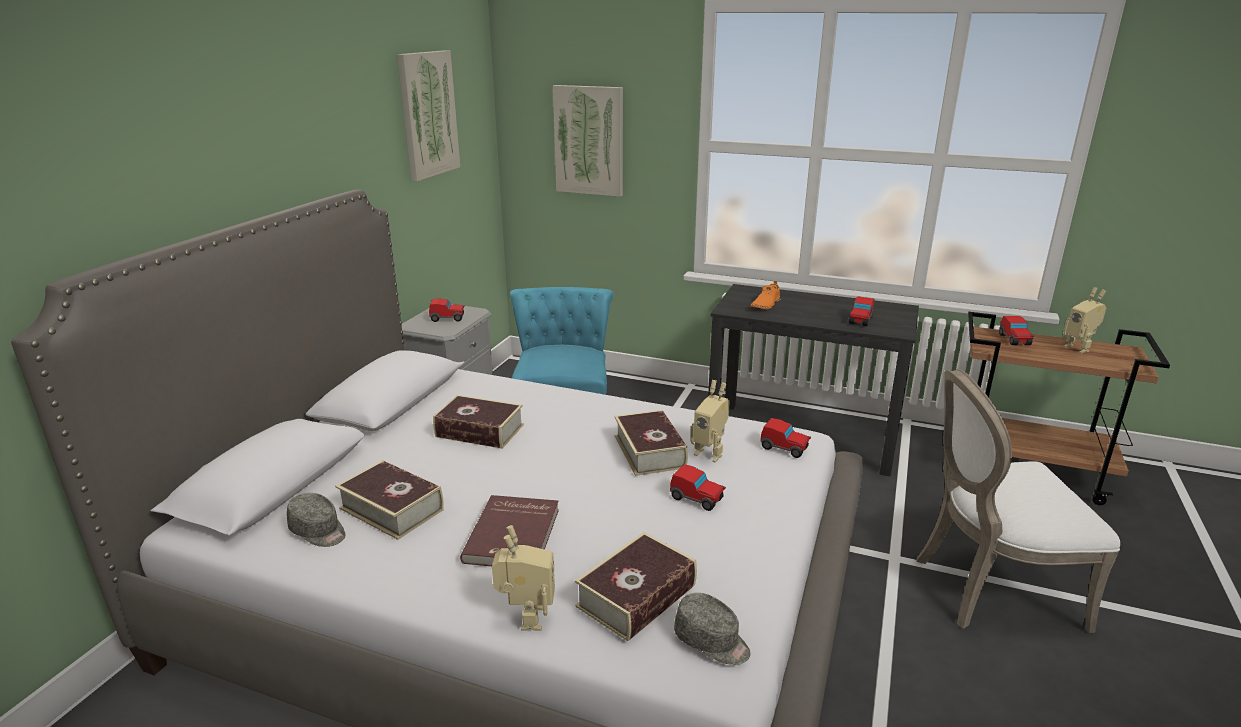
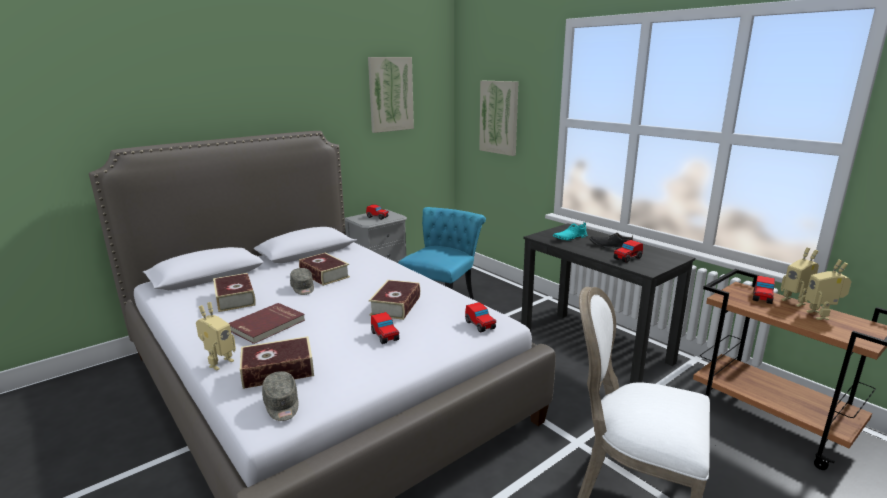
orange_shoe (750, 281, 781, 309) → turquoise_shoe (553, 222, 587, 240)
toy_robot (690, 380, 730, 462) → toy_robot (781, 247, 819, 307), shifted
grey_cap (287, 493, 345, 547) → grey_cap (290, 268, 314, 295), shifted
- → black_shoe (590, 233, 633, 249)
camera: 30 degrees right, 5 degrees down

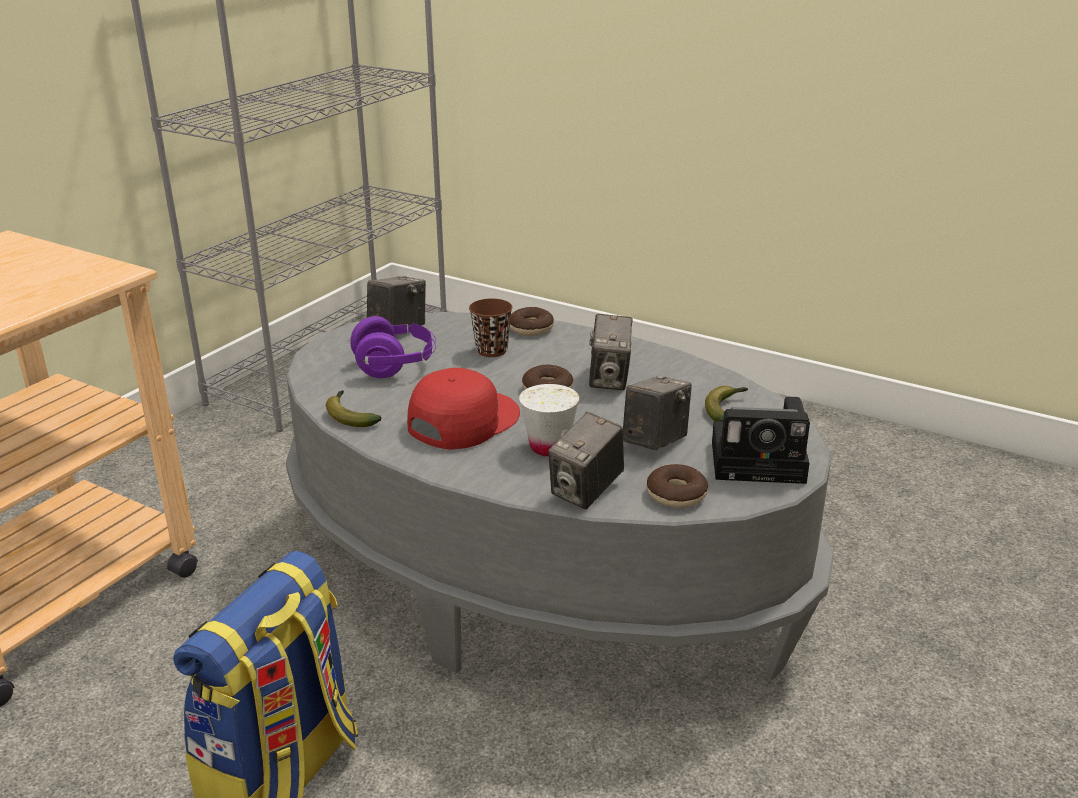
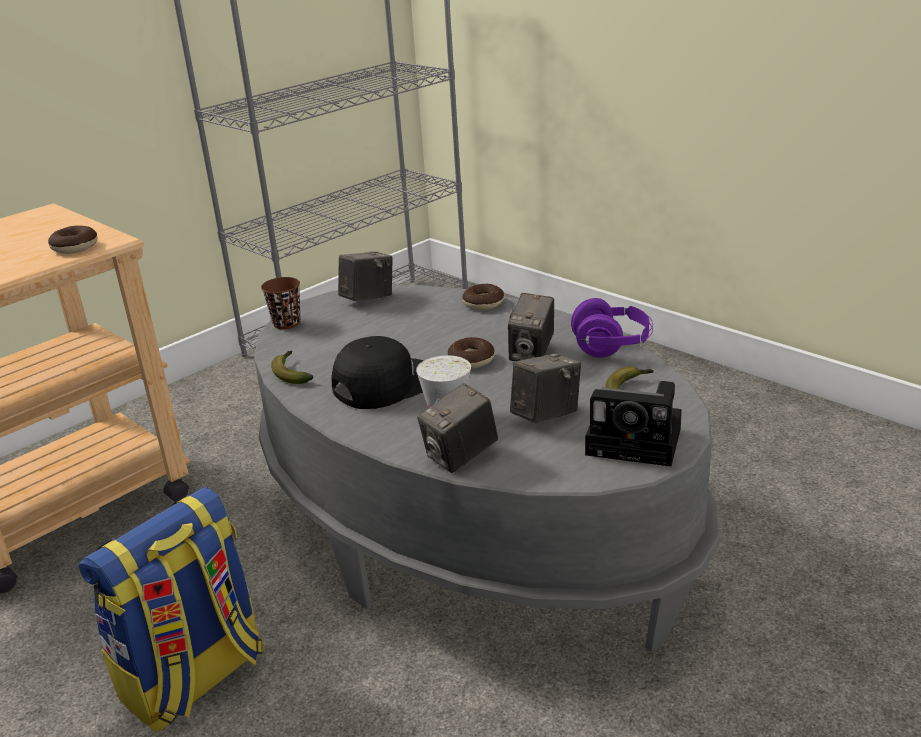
brown_cup (469, 299, 512, 357) → brown_cup (261, 277, 301, 329), shifted
purple_headphones (351, 316, 436, 378) → purple_headphones (571, 298, 653, 358), shifted
red_cap (407, 368, 520, 450) → black_cap (332, 336, 424, 409)
donut (647, 464, 708, 508) → donut (48, 225, 97, 254), shifted
camera: 15 degrees right, 0 degrees up

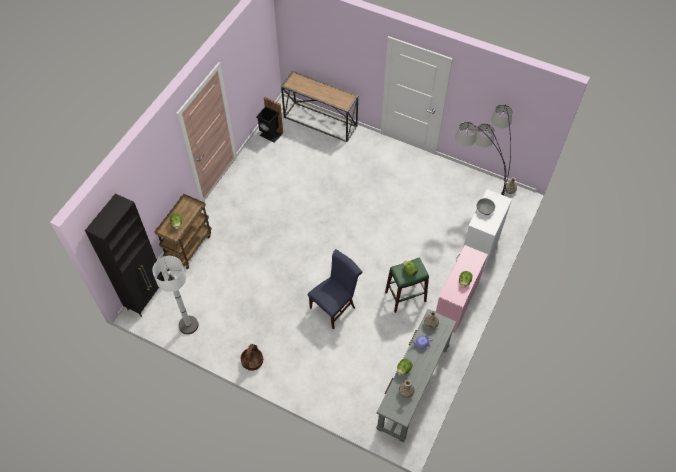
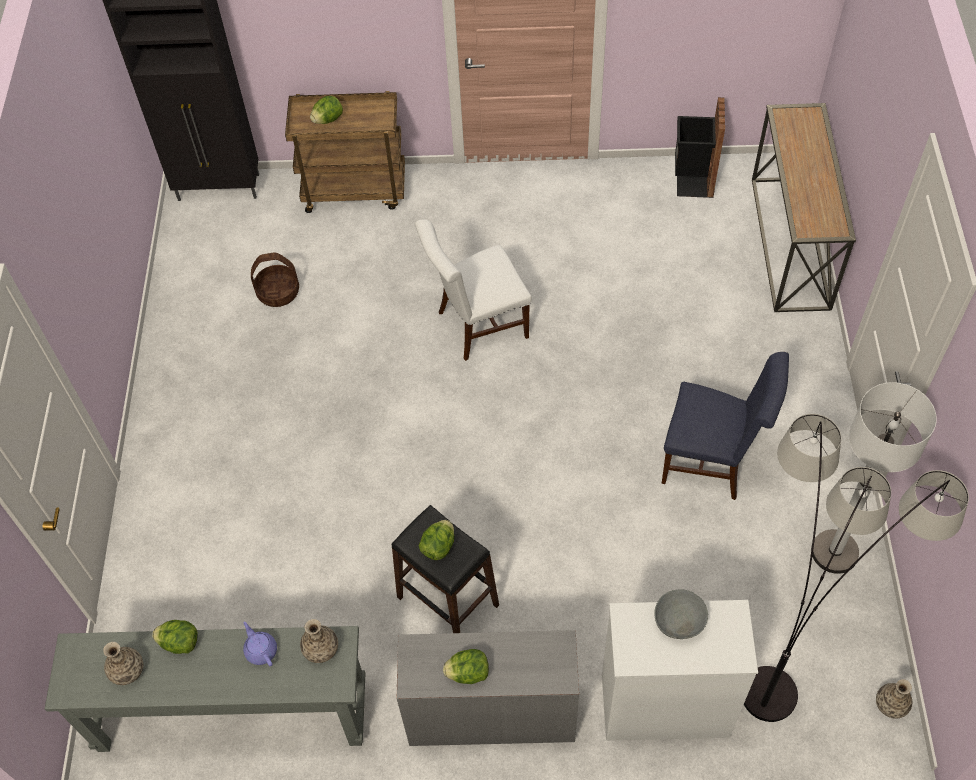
pink_desk (436, 245, 488, 333) → grey_desk (397, 630, 579, 746)
blue_chair (308, 249, 363, 329) → blue_chair (662, 352, 789, 500), shifted
white_floor_lamp (152, 256, 199, 334) → white_floor_lamp (811, 382, 937, 574), shifted
green_stool (385, 257, 429, 313) → black_stool (391, 505, 499, 633)
basket (241, 344, 263, 371) → basket (251, 253, 299, 307), shifted
- → white_chair (415, 219, 532, 361)
camera: 65 degrees right, 0 degrees up

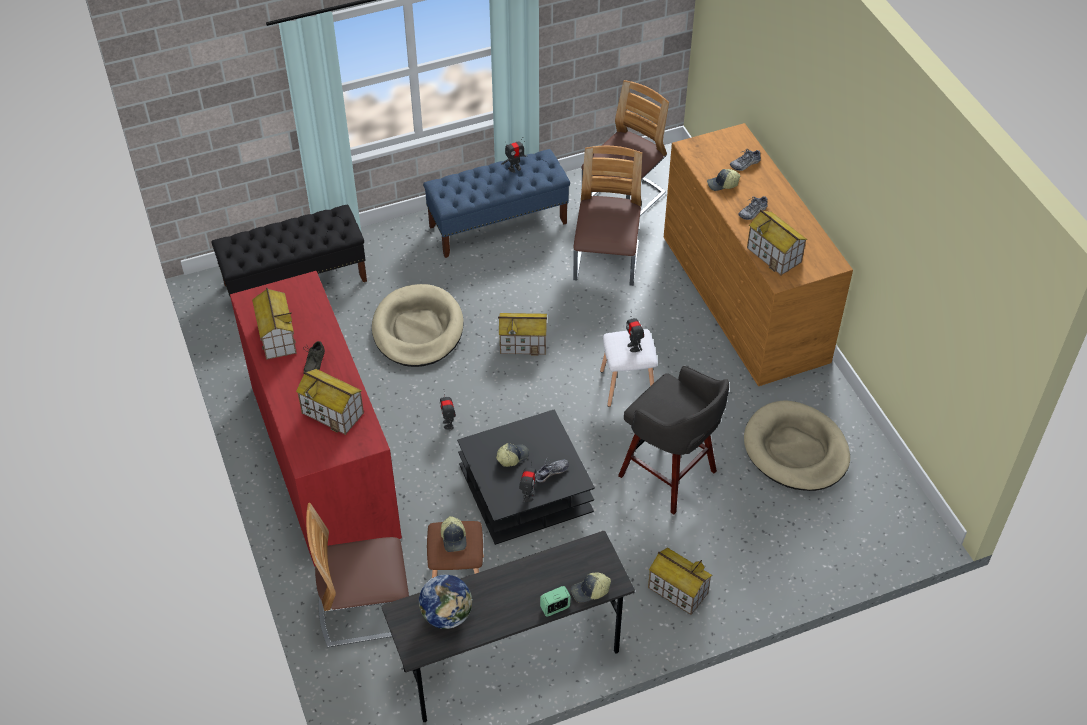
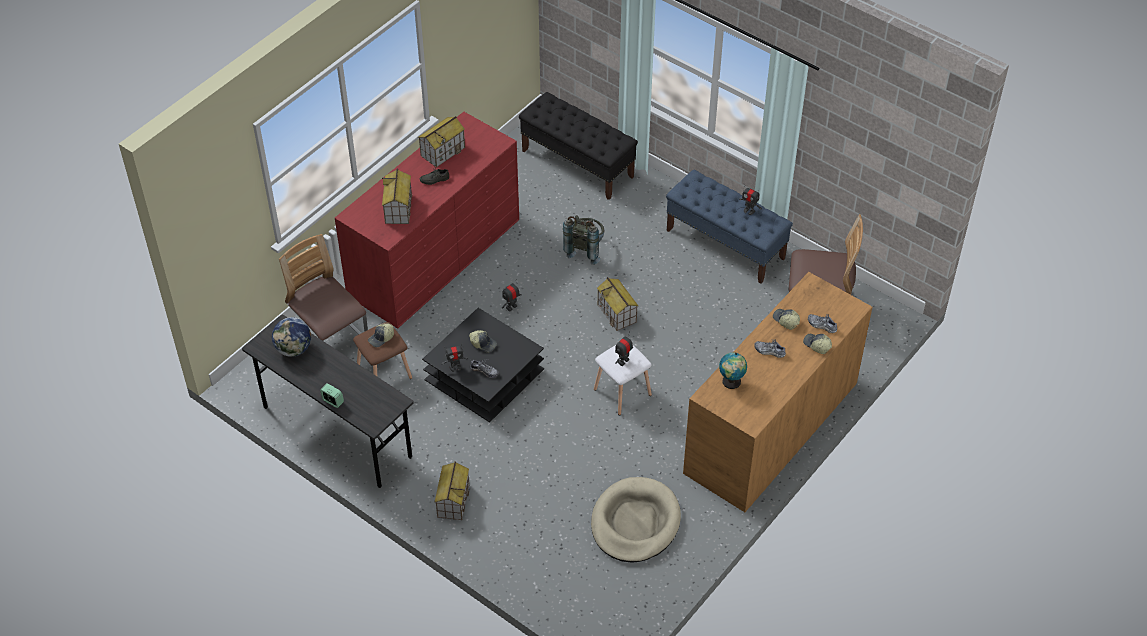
chair (573, 146, 642, 286) → -
toy_house (747, 210, 807, 275) → globe (719, 352, 747, 389)
beige_dog_bed (372, 284, 463, 367) → grey_backpack (563, 215, 604, 265)
grey_stool (618, 366, 729, 514) → -
cap (571, 572, 611, 603) → cap (803, 334, 832, 354), shifted
camera: 60 degrees right, 0 degrees up

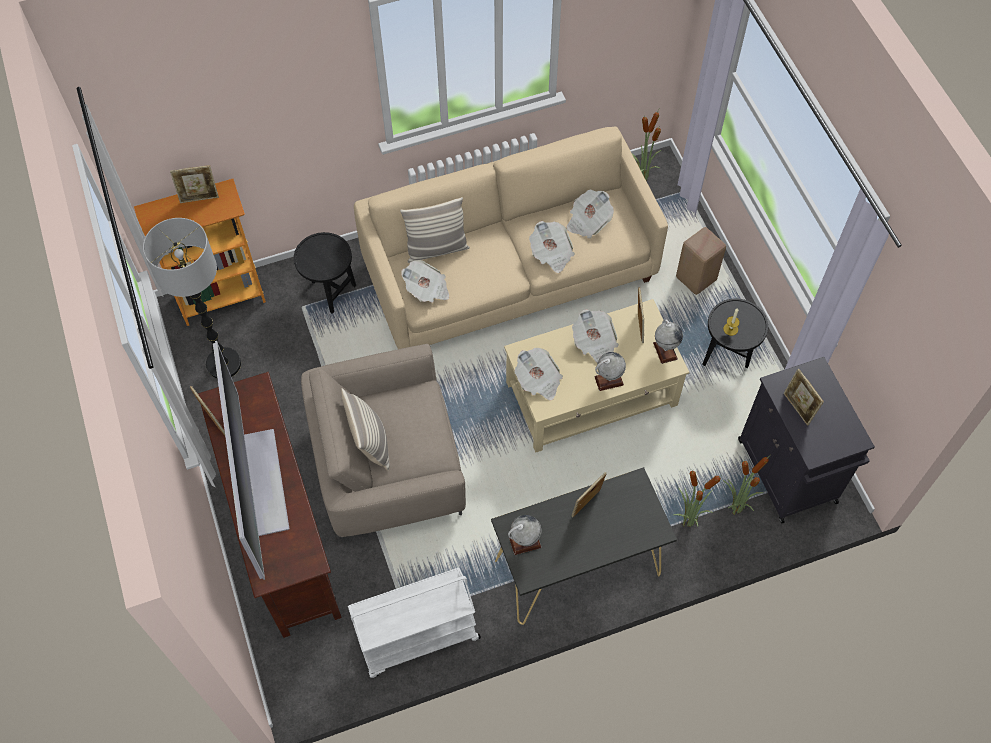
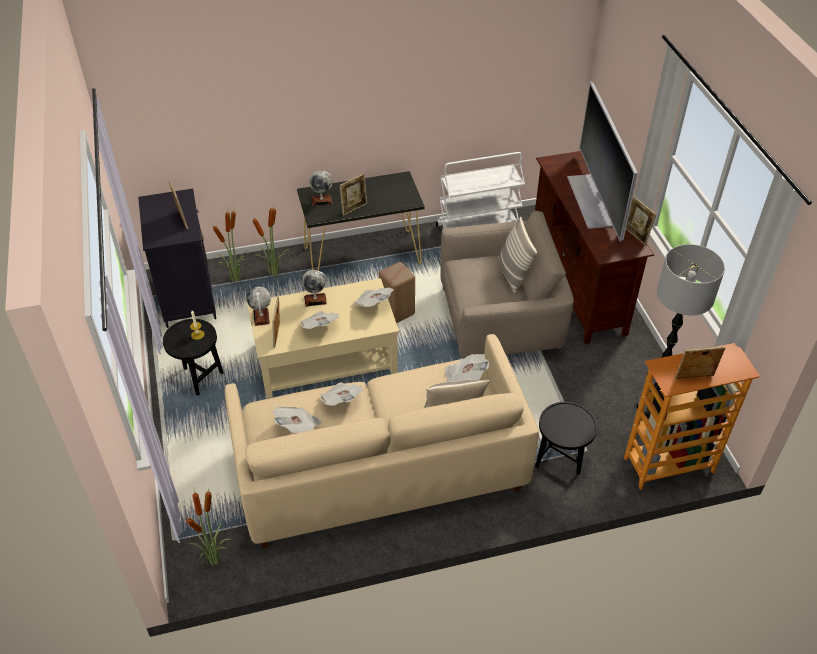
beige_stool (676, 227, 726, 295) → beige_stool (379, 262, 415, 323), shifted
globe (508, 515, 541, 555) → globe (309, 171, 333, 206), shifted
camera: 175 degrees left, 15 degrees down

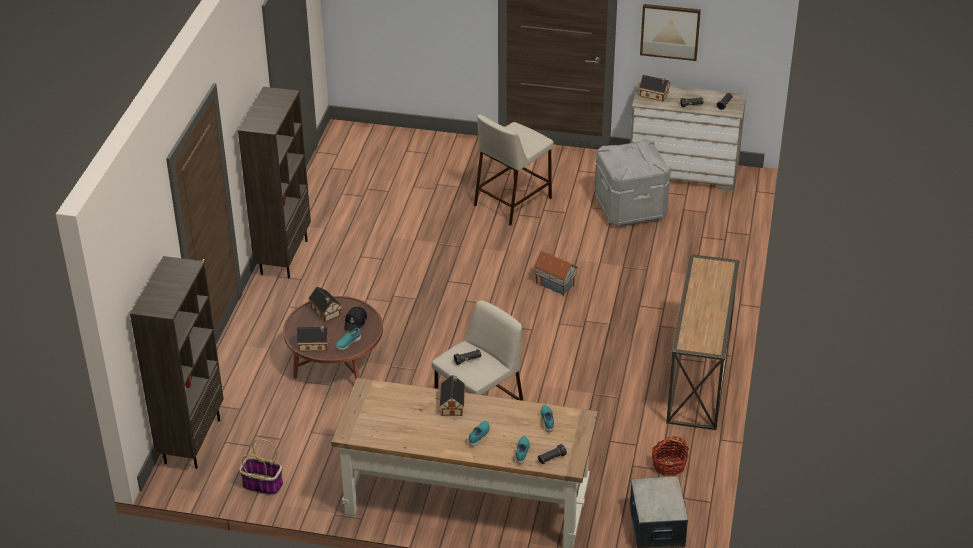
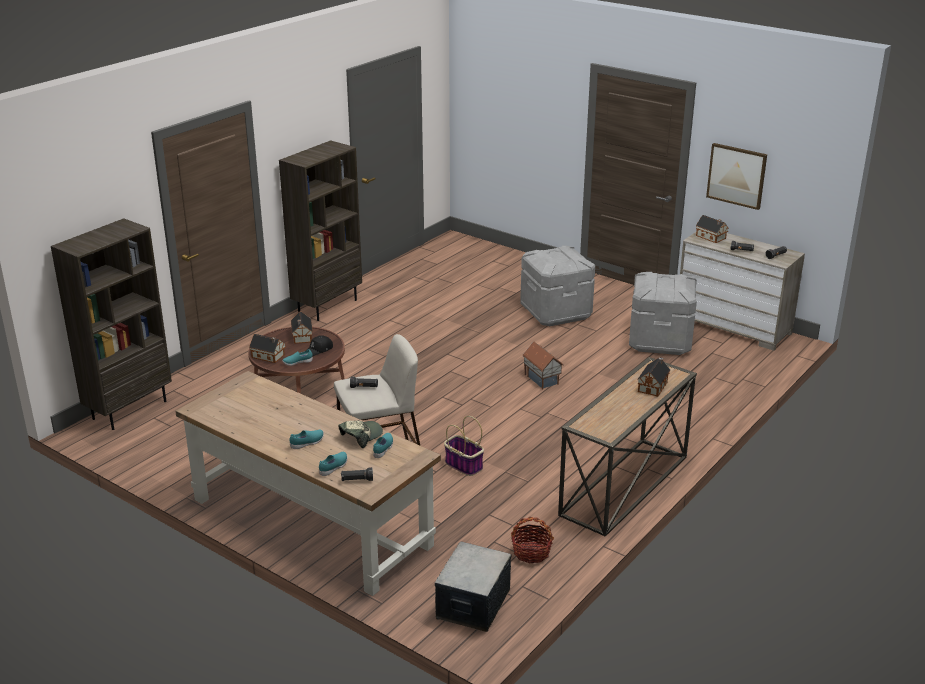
beige_stool (474, 114, 554, 226) → grey_storage_box (520, 246, 595, 326)
toy_house (440, 375, 465, 416) → toy_house (637, 357, 671, 397), shifted
basket (240, 439, 283, 495) → basket (444, 416, 484, 476), shifted
- → cap (338, 421, 383, 448)
camera: 25 degrees right, 10 degrees down

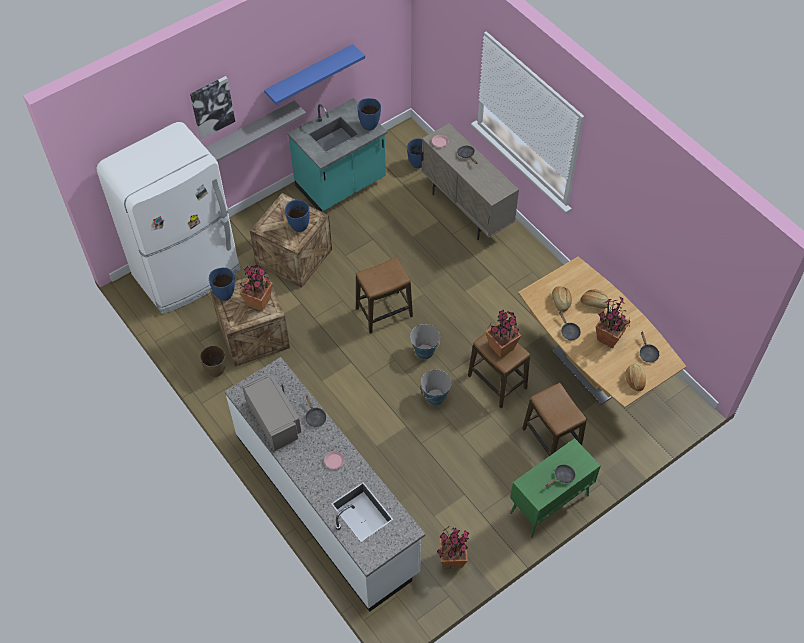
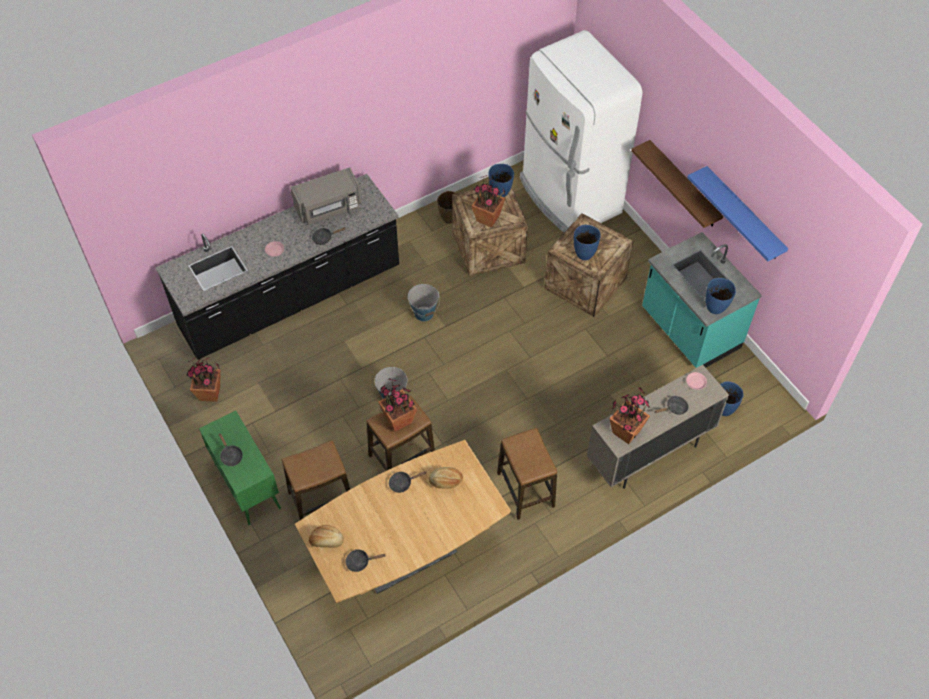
picture (190, 76, 235, 139) → -
grey_shelf (205, 101, 306, 162) → brown_shelf (631, 140, 723, 228)
stool (356, 257, 413, 334) → stool (497, 428, 557, 520), shifted
bread (581, 289, 610, 309) → -
potted_plant (595, 296, 631, 348) → potted_plant (610, 387, 650, 444), shifted
bucket (410, 324, 440, 359) → bucket (408, 284, 440, 321), shifted
white_counter (225, 357, 425, 612) → black_counter (155, 174, 399, 360)
camera: 95 degrees right, 0 degrees up

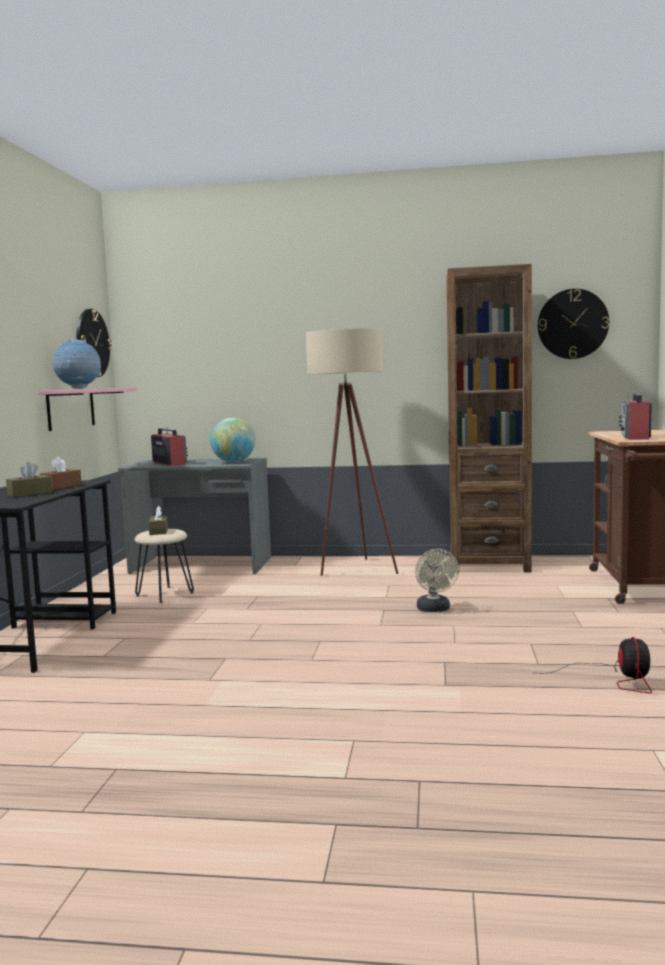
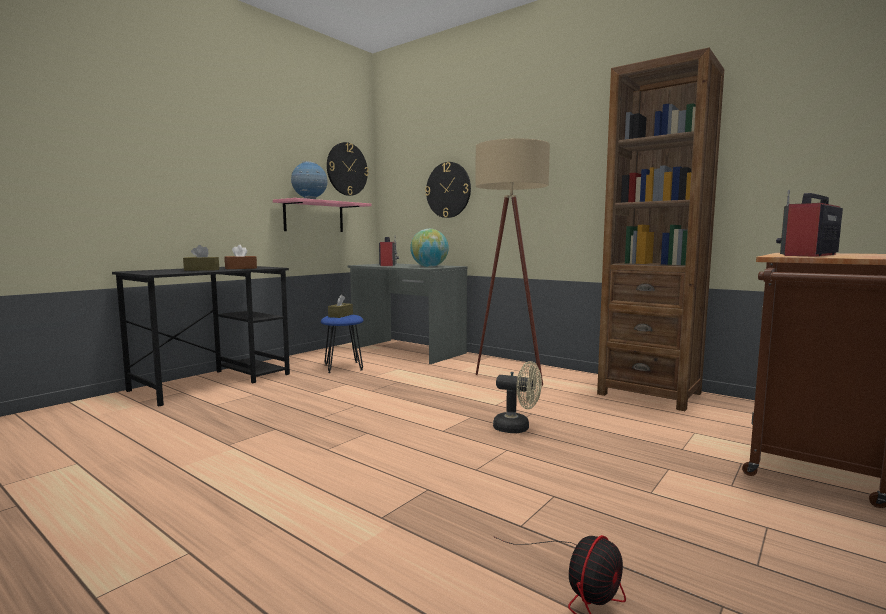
wall_clock (538, 289, 609, 359) → wall_clock (425, 162, 471, 218), shifted
beige_stool (135, 529, 194, 603) → blue_stool (321, 315, 364, 373)
beige_fan (415, 549, 459, 612) → beige_fan (493, 361, 542, 433), 90 degrees counterclockwise
camera: 30 degrees right, 0 degrees up

